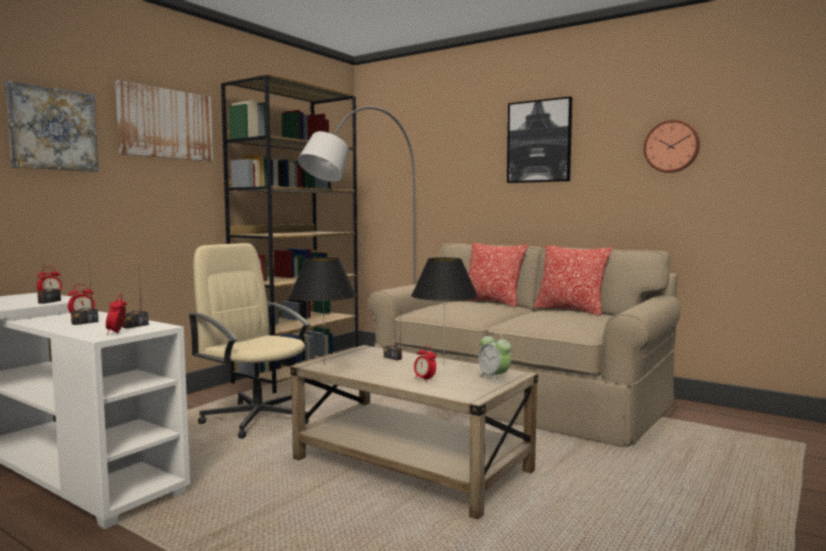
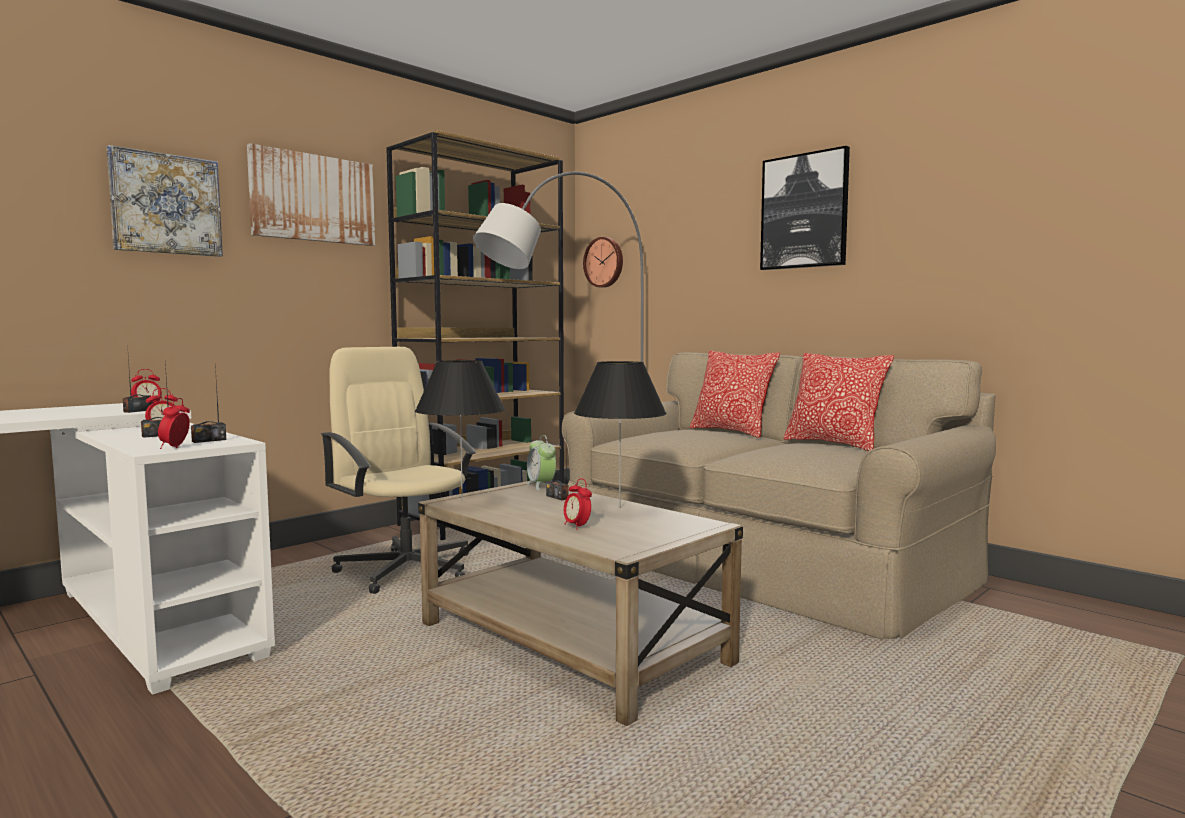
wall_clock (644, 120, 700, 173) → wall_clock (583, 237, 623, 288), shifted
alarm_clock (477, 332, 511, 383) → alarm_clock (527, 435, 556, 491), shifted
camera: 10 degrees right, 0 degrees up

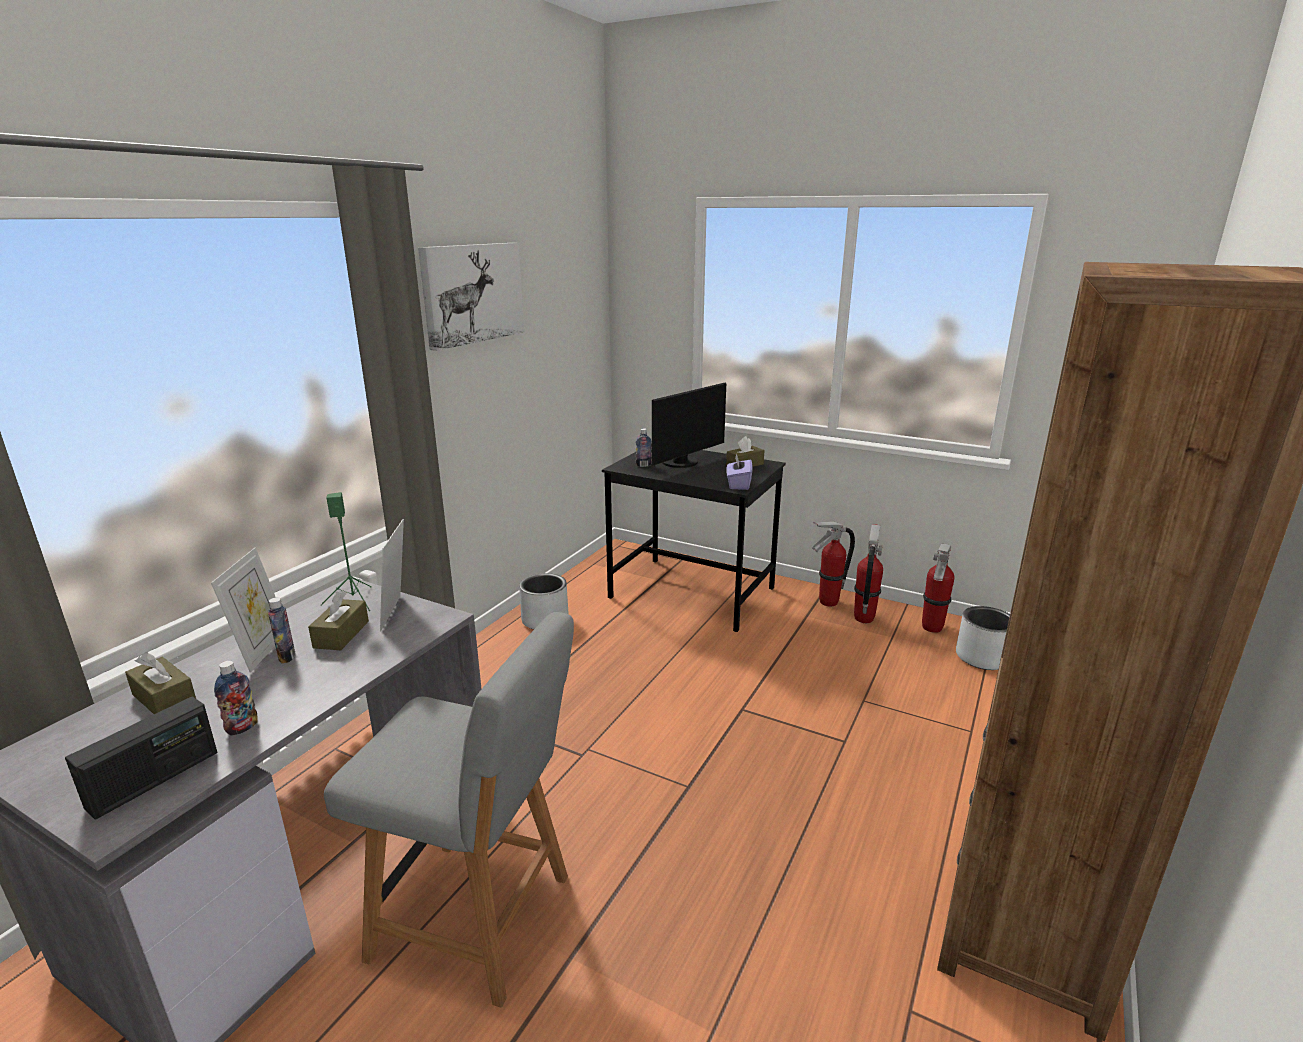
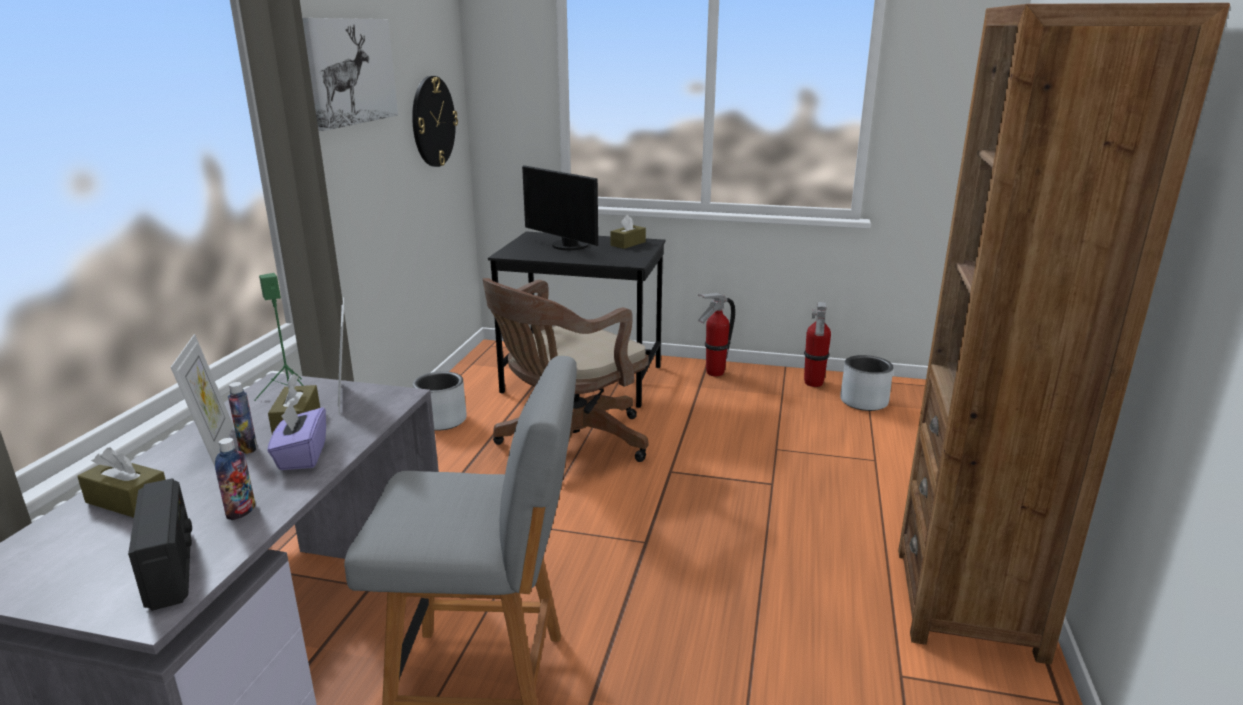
monitor (652, 383, 726, 468) → monitor (522, 165, 598, 250), 105 degrees clockwise
bottle (636, 428, 652, 467) → -
purple_tissue_box (726, 453, 752, 490) → purple_tissue_box (268, 402, 326, 470), shifted
fire_extinguisher (854, 524, 883, 623) → -
radio (65, 696, 217, 820) → radio (128, 478, 192, 611), 45 degrees counterclockwise
- → wall_clock (412, 76, 458, 167)
- → brown_office_chair (483, 278, 649, 462)
camera: 15 degrees left, 0 degrees up

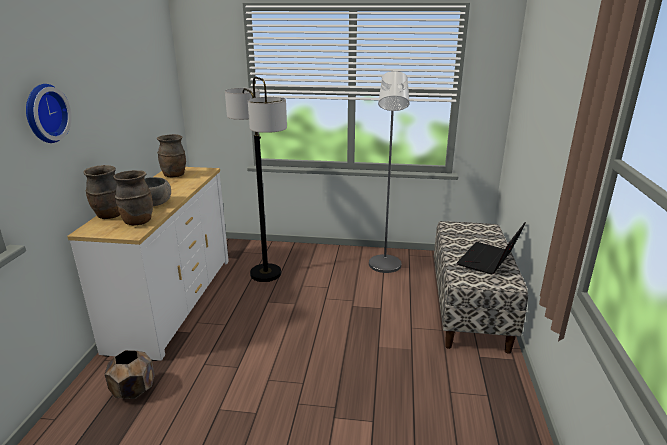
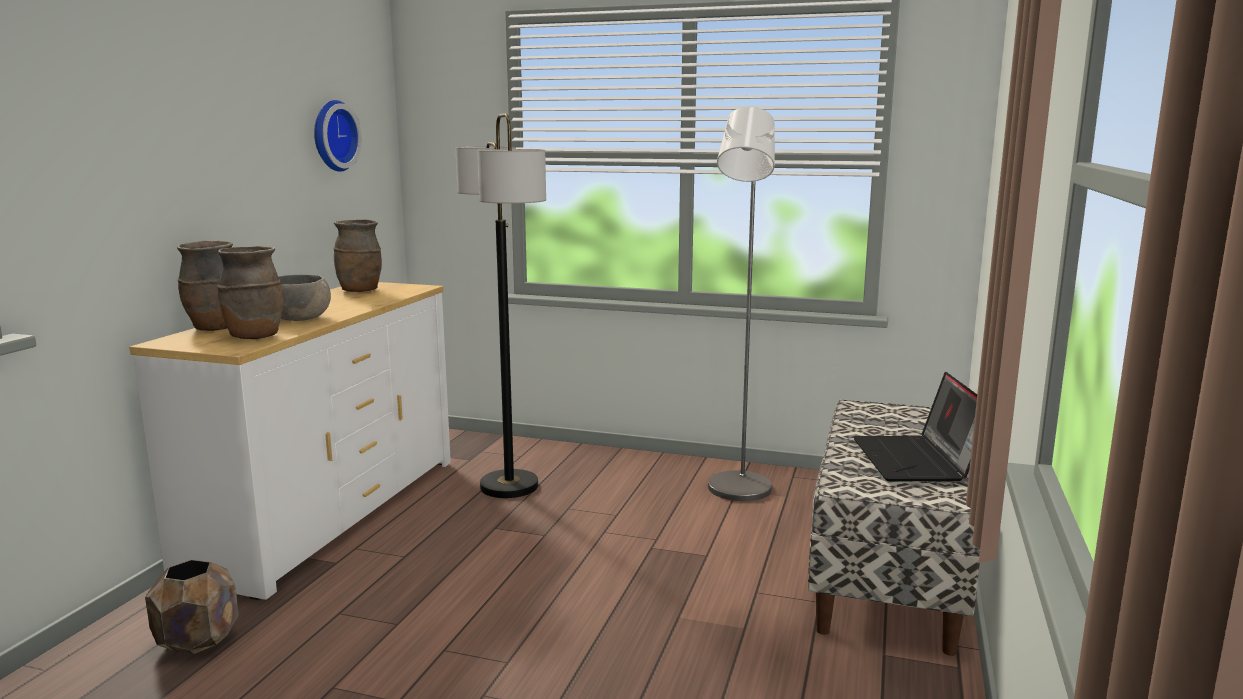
wall_clock (26, 84, 71, 143) → wall_clock (314, 100, 362, 172), shifted
laptop (457, 222, 526, 275) → laptop (853, 372, 977, 481), 45 degrees counterclockwise
camera: 10 degrees right, 10 degrees down

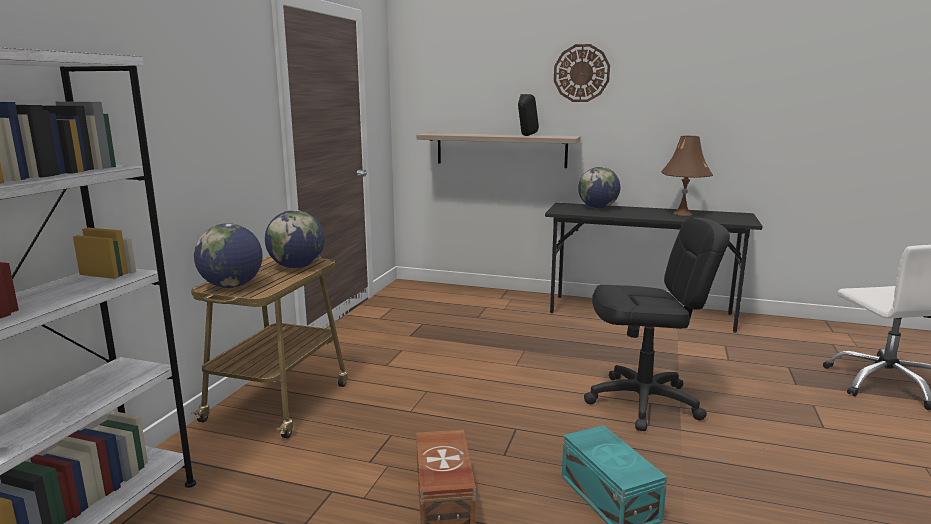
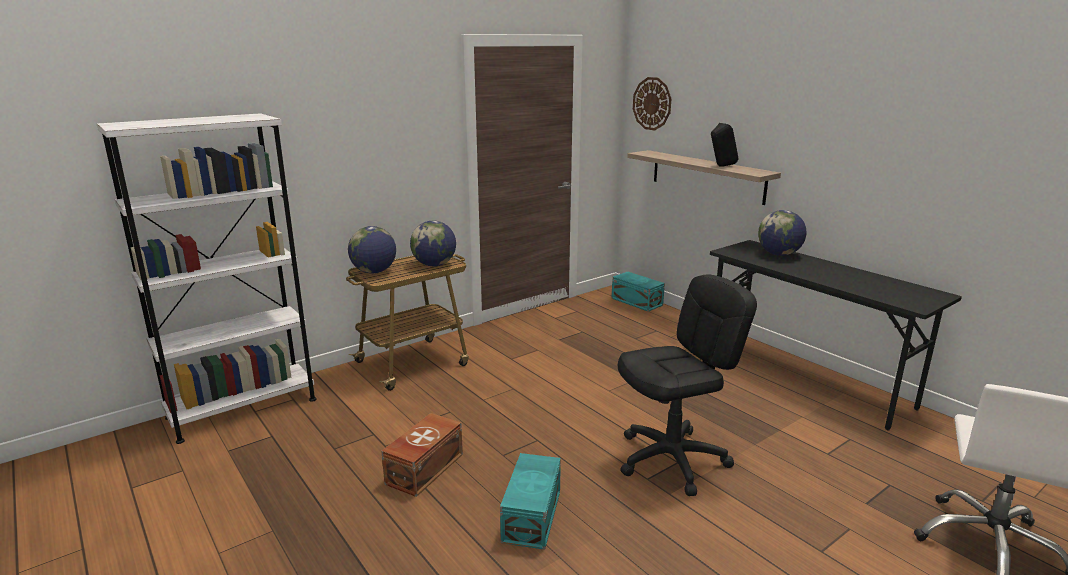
wall_clock (554, 44, 610, 102) → wall_clock (633, 77, 671, 130), shifted
brown_table_lamp (661, 136, 713, 216) → -
black_office_chair (584, 218, 730, 431) → black_office_chair (618, 275, 757, 496), 60 degrees counterclockwise
- → turquoise_storage_box (612, 271, 665, 312)
camera: 35 degrees right, 5 degrees up

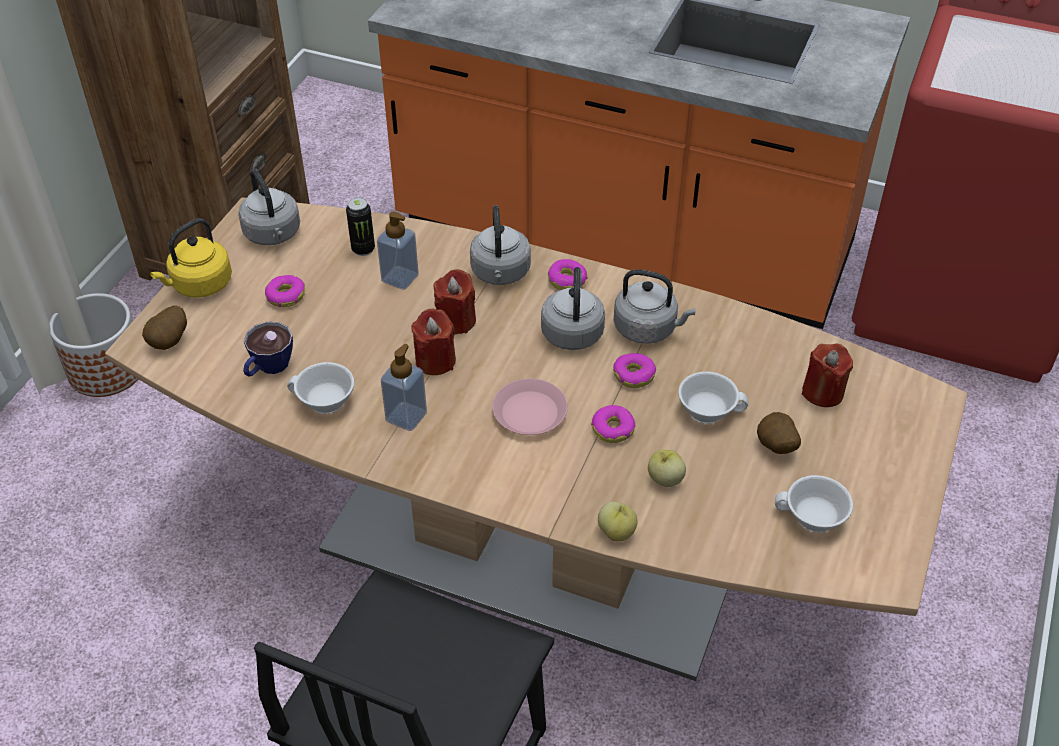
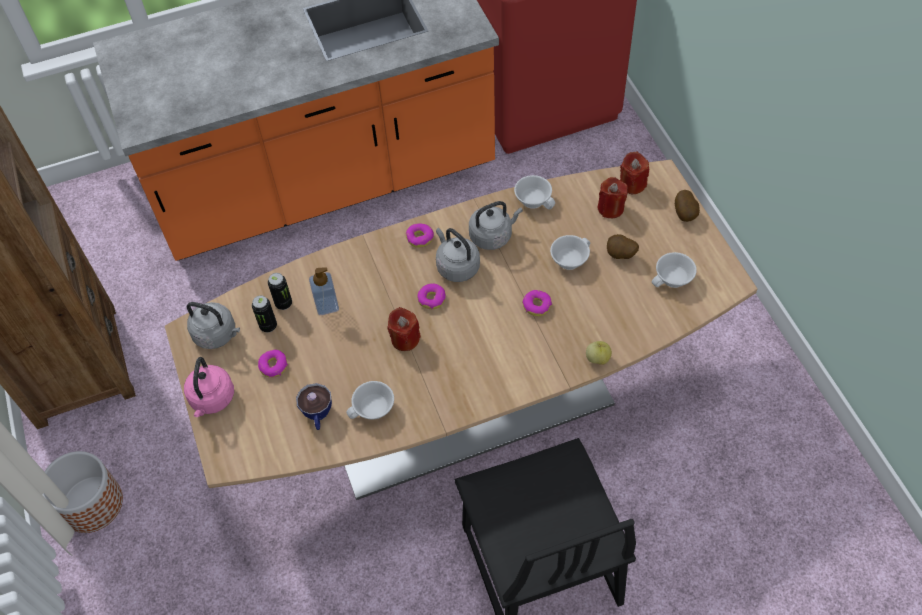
grey_kettle (470, 205, 531, 285) → -
yellow_kettle (150, 218, 232, 297) → pink_kettle (184, 357, 234, 417)
red_candle (433, 269, 476, 334) → red_candle (620, 152, 649, 194), shifted
potato (142, 305, 187, 350) → potato (675, 190, 700, 222), shifted
soap_dispenser (381, 344, 427, 431) → -
donut (613, 353, 656, 388) → donut (417, 283, 446, 309), shifted
pink_plate (492, 379, 568, 435) → -
apple (648, 450, 686, 487) → -
- → white_cup (514, 175, 555, 210)
- → can (252, 295, 277, 332)
camera: 40 degrees left, 10 degrees up

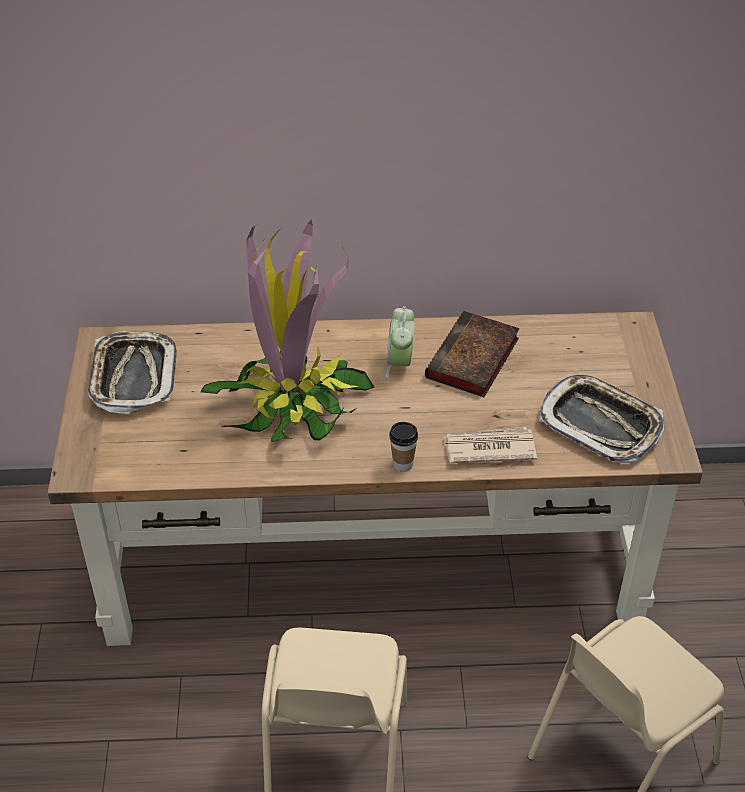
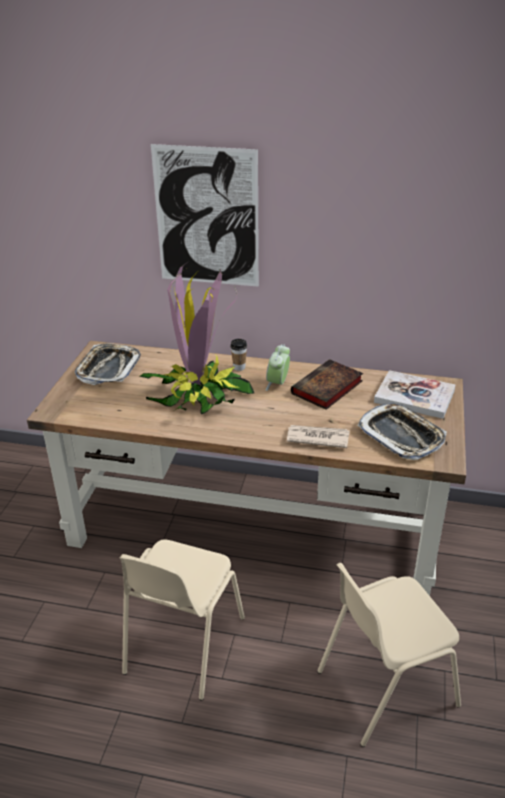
cup (389, 422, 418, 472) → cup (230, 339, 247, 371), shifted
- → picture (151, 144, 259, 287)
- → book (374, 370, 456, 419)
camera: 15 degrees right, 10 degrees down

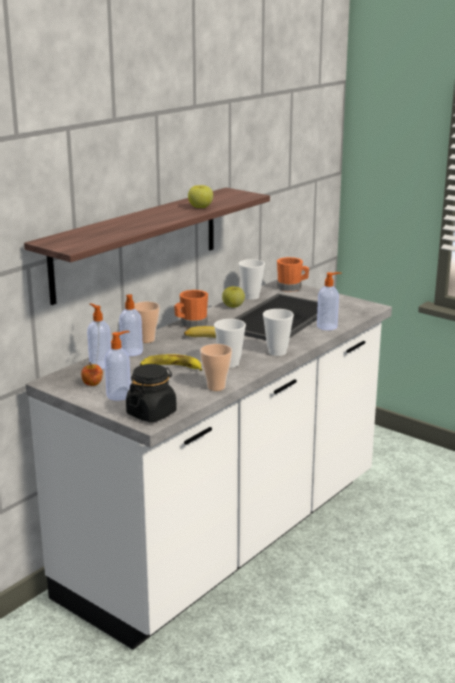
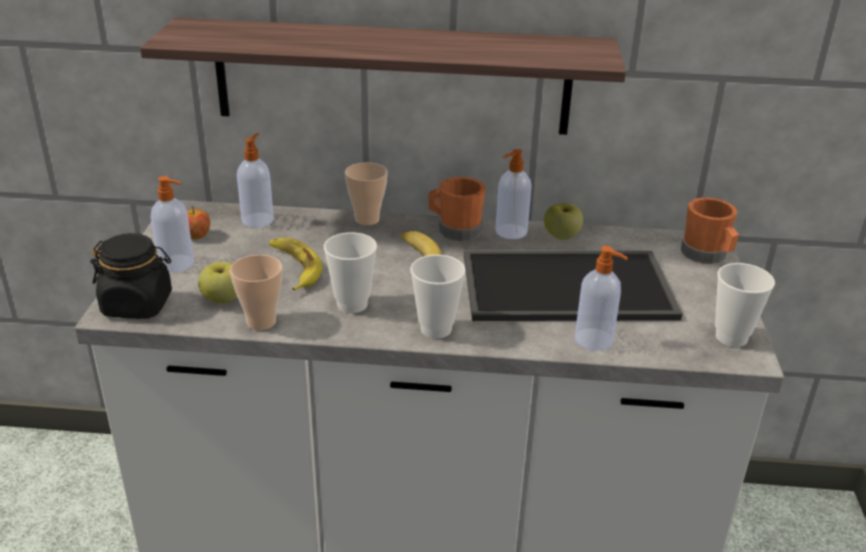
apple (188, 185, 213, 208) → apple (198, 262, 237, 304), shifted
cup (239, 259, 265, 300) → cup (715, 263, 775, 347), shifted
soap_dispenser (119, 294, 143, 356) → soap_dispenser (495, 149, 532, 239), shifted
camera: 55 degrees right, 10 degrees up

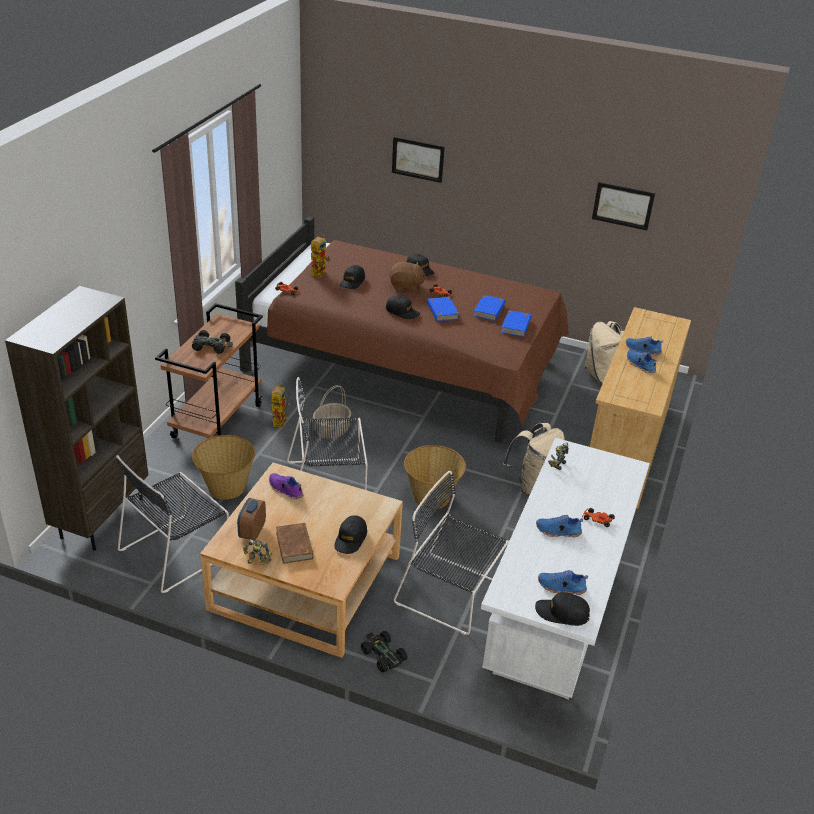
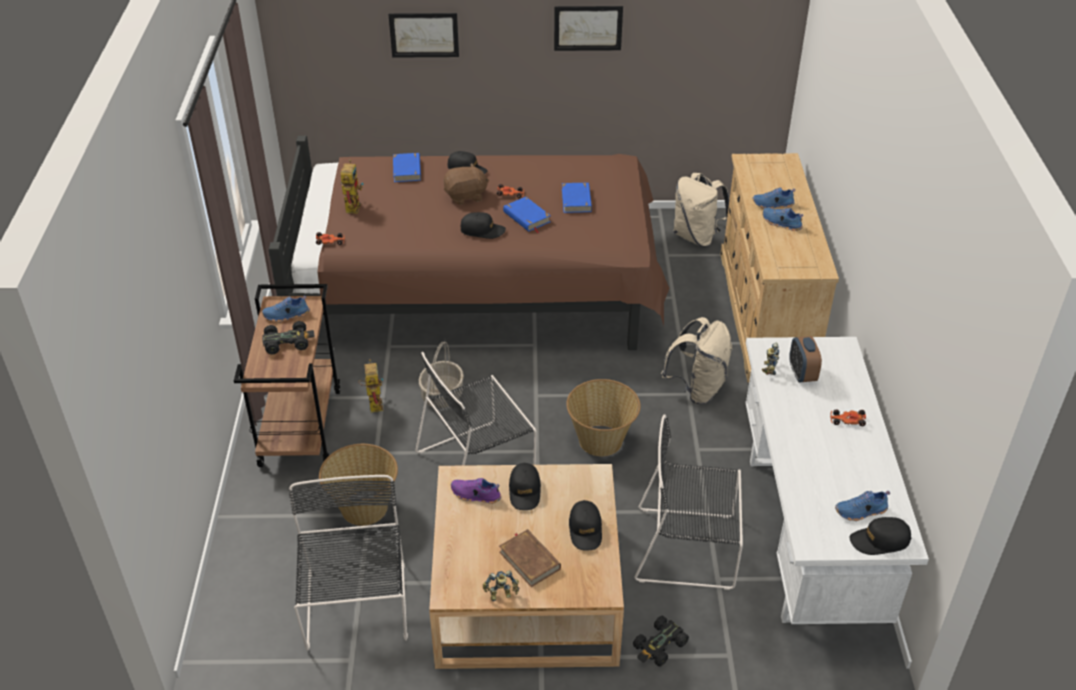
picture (592, 182, 655, 230) → picture (554, 6, 623, 51), shifted
black_cap (340, 265, 365, 289) → black_cap (509, 463, 541, 510), shifted
brown_bookcase (5, 286, 148, 551) → -
blue_book (501, 310, 531, 337) → blue_book (393, 153, 421, 182), shifted
black_chair (116, 455, 229, 593) → black_chair (289, 475, 408, 651), 150 degrees clockwise
alarm_clock (237, 498, 266, 541) → alarm_clock (789, 336, 822, 382), shifted
blue_shoe (536, 515, 583, 537) → blue_shoe (262, 296, 309, 322), shifted
black_toy_car (361, 631, 407, 672) → black_toy_car (633, 616, 689, 667), 75 degrees counterclockwise
camera: 20 degrees left, 5 degrees up

